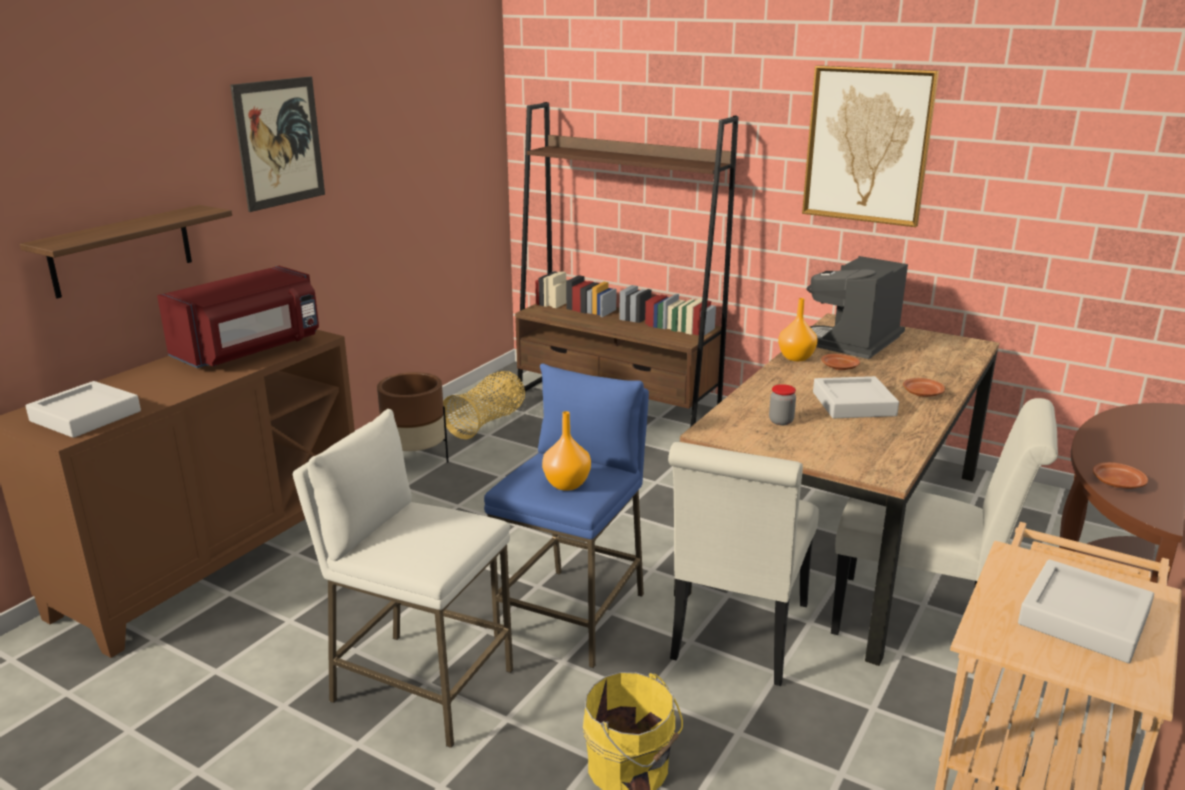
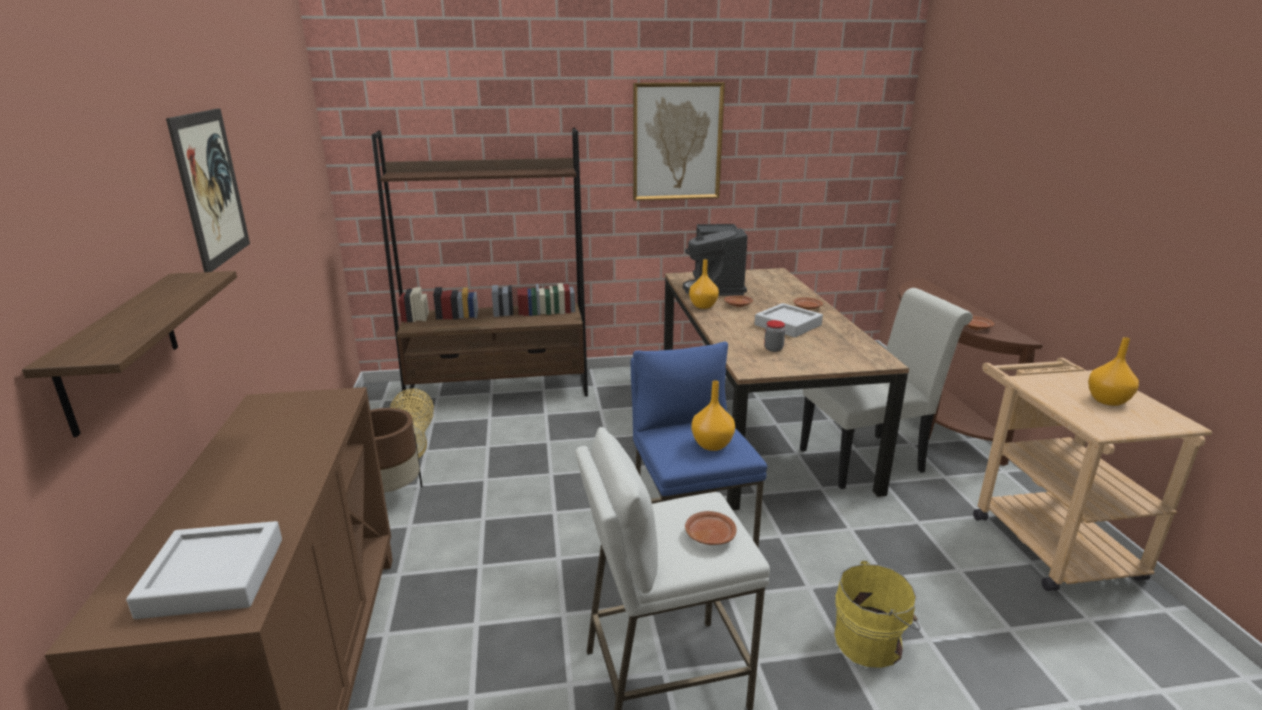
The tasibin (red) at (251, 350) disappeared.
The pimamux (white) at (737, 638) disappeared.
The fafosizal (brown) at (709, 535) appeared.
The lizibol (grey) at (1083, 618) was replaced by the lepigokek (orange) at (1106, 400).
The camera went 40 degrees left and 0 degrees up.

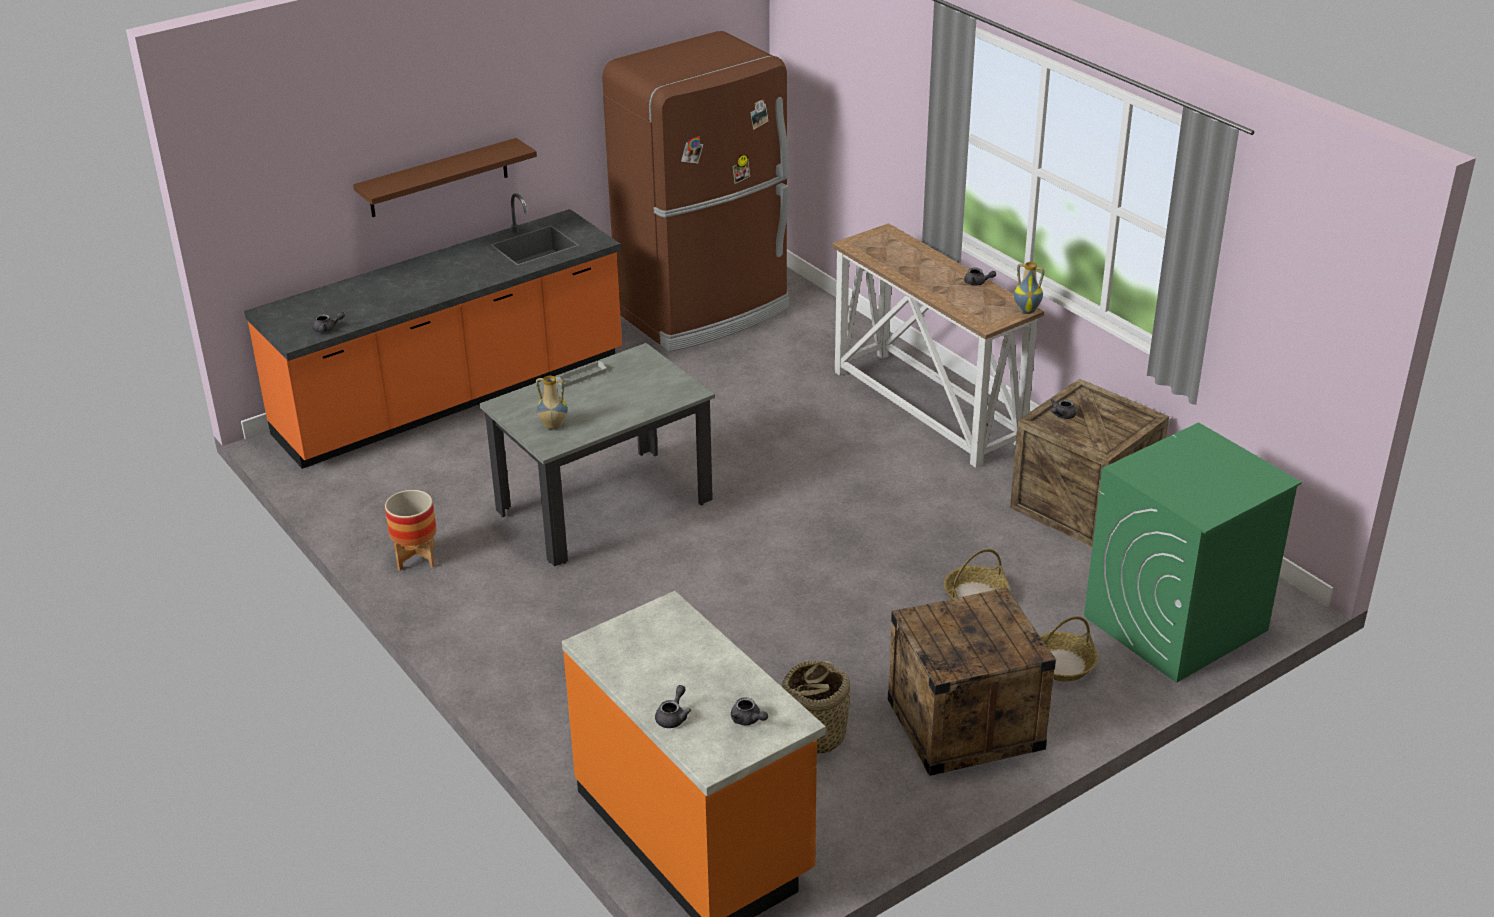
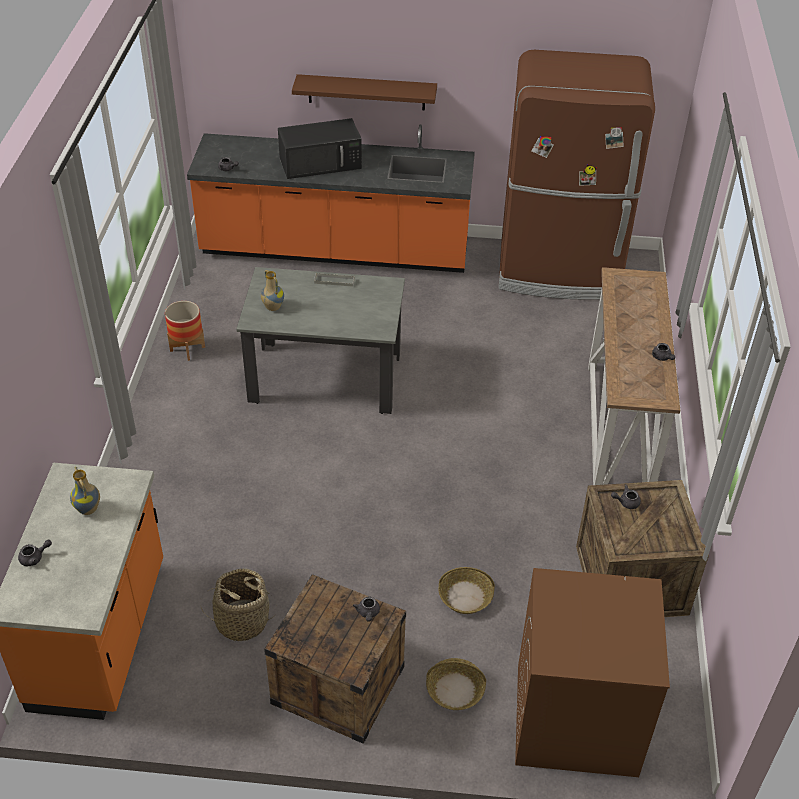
The tasibin (black) at (321, 162) appeared.
The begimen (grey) moved from (748, 720) to (368, 613).
The lepigokek moved from (1027, 310) to (89, 509).
The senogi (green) at (1175, 624) became the senogi (brown) at (575, 719).
The camera went 40 degrees right and 10 degrees up.

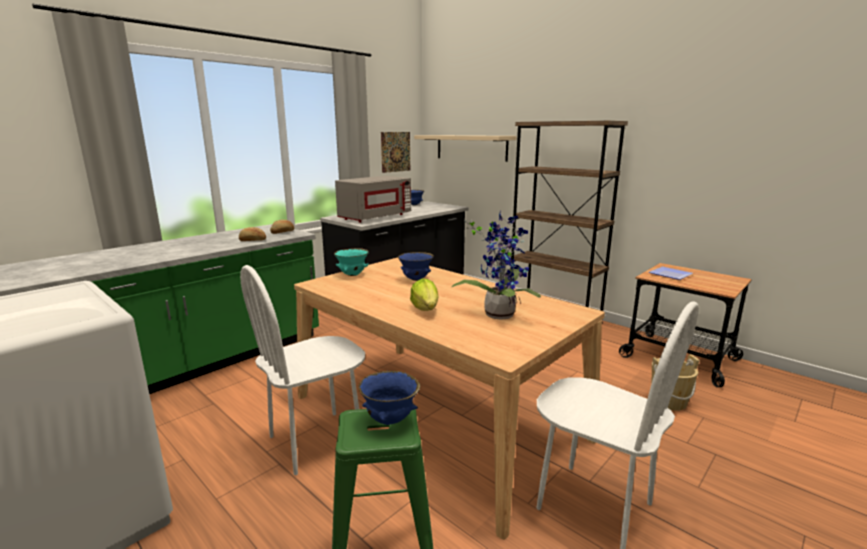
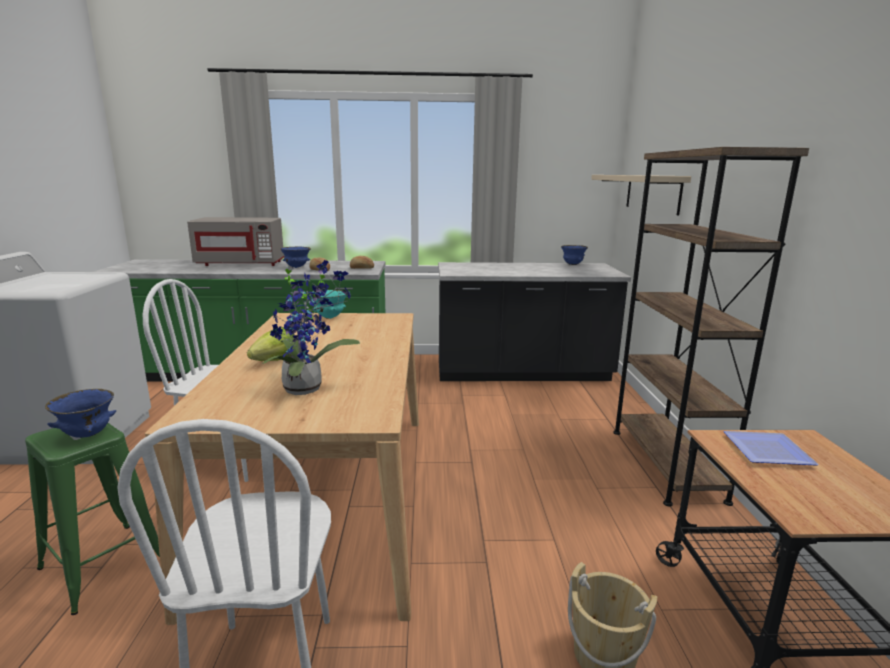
The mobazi at (395, 152) disappeared.
The tasibin (grey) moved from (375, 217) to (241, 264).
The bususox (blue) moved from (416, 279) to (296, 267).
The camera went 45 degrees right and 0 degrees up.

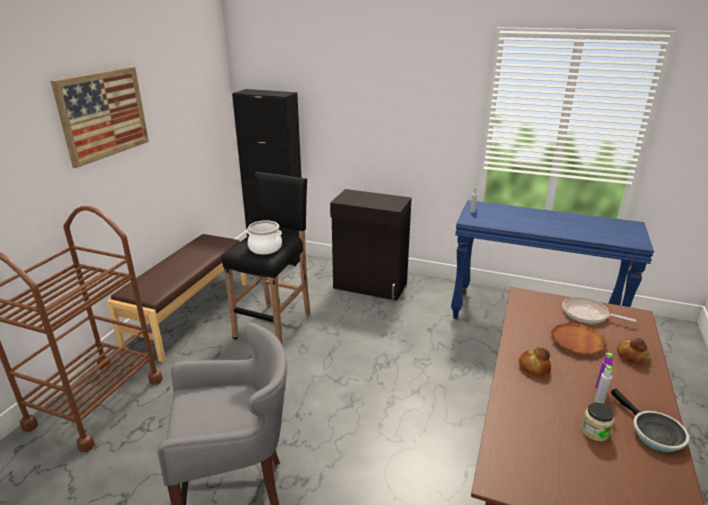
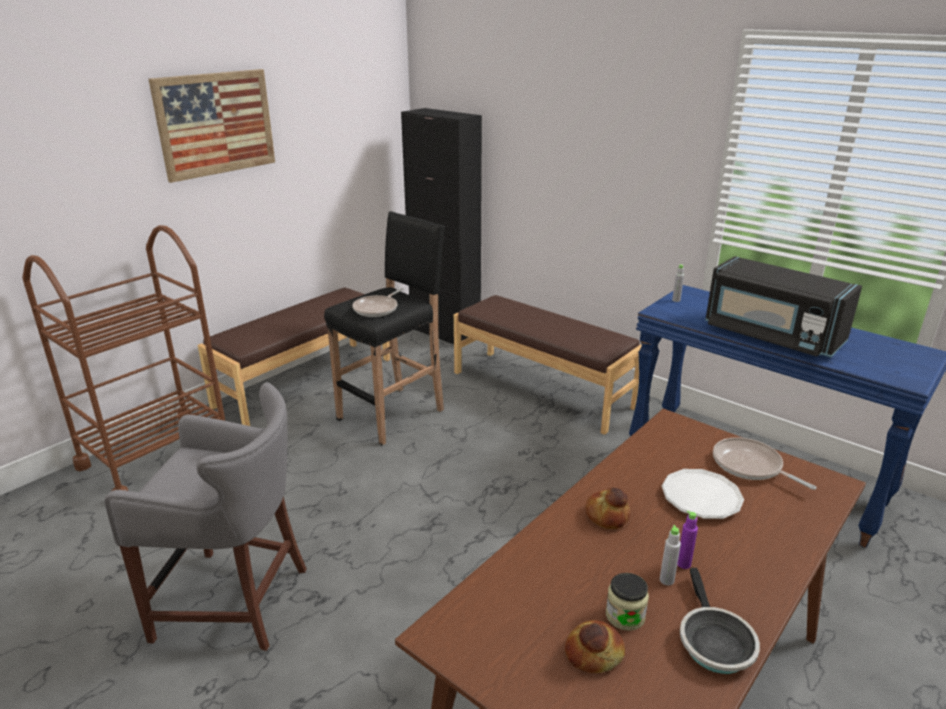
The tasibin (black) at (771, 336) appeared.
The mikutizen moved from (632, 356) to (594, 654).
The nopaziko at (265, 248) was replaced by the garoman at (377, 309).
The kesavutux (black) at (370, 286) was replaced by the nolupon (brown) at (542, 389).
The fafosizal (brown) at (577, 342) became the fafosizal (white) at (701, 498).
The camera went 20 degrees right and 0 degrees up.

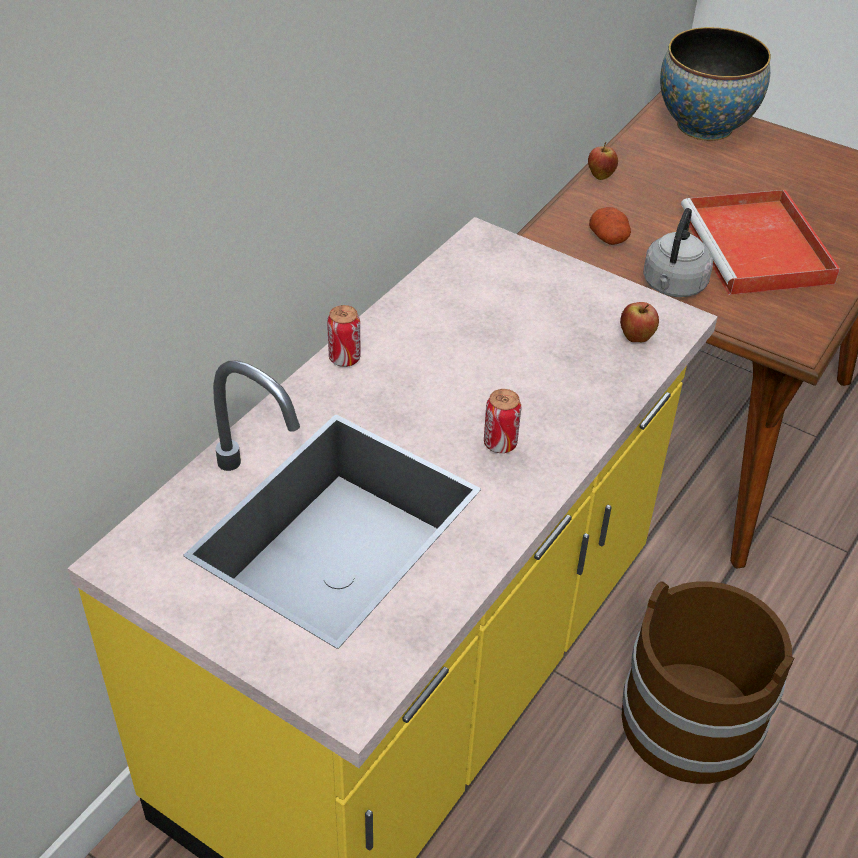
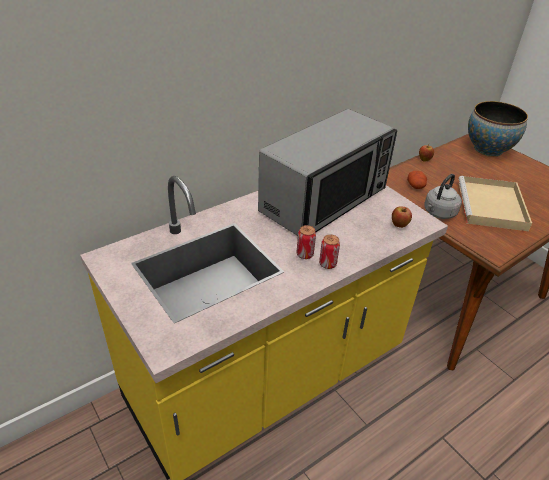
The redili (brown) at (691, 721) disappeared.
The tasibin at (324, 200) appeared.
The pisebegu moved from (344, 358) to (327, 264).
The lizibol (red) at (758, 250) became the lizibol (beige) at (492, 207).
The camera went 20 degrees right and 5 degrees down.

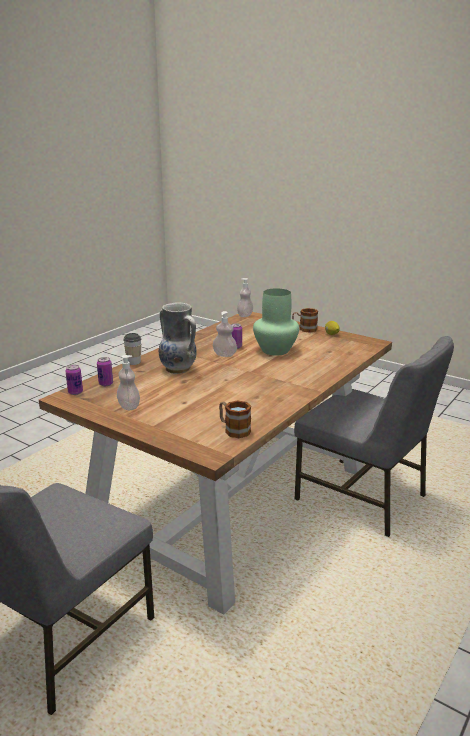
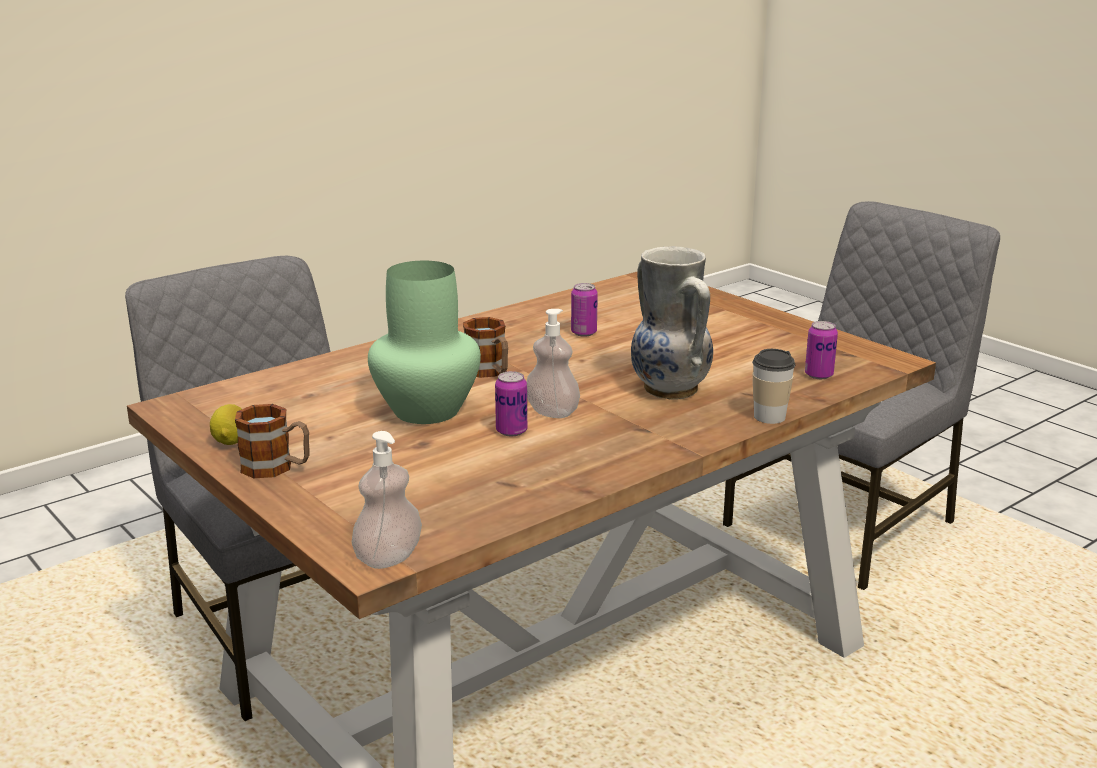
The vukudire at (129, 406) disappeared.
The pisebegu moved from (75, 392) to (583, 333).
The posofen moved from (233, 430) to (490, 372).
The camera went 165 degrees left and 0 degrees up.

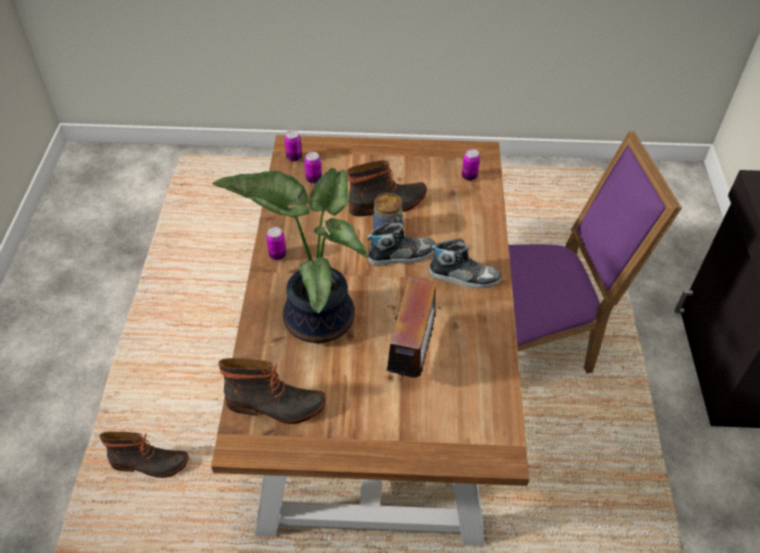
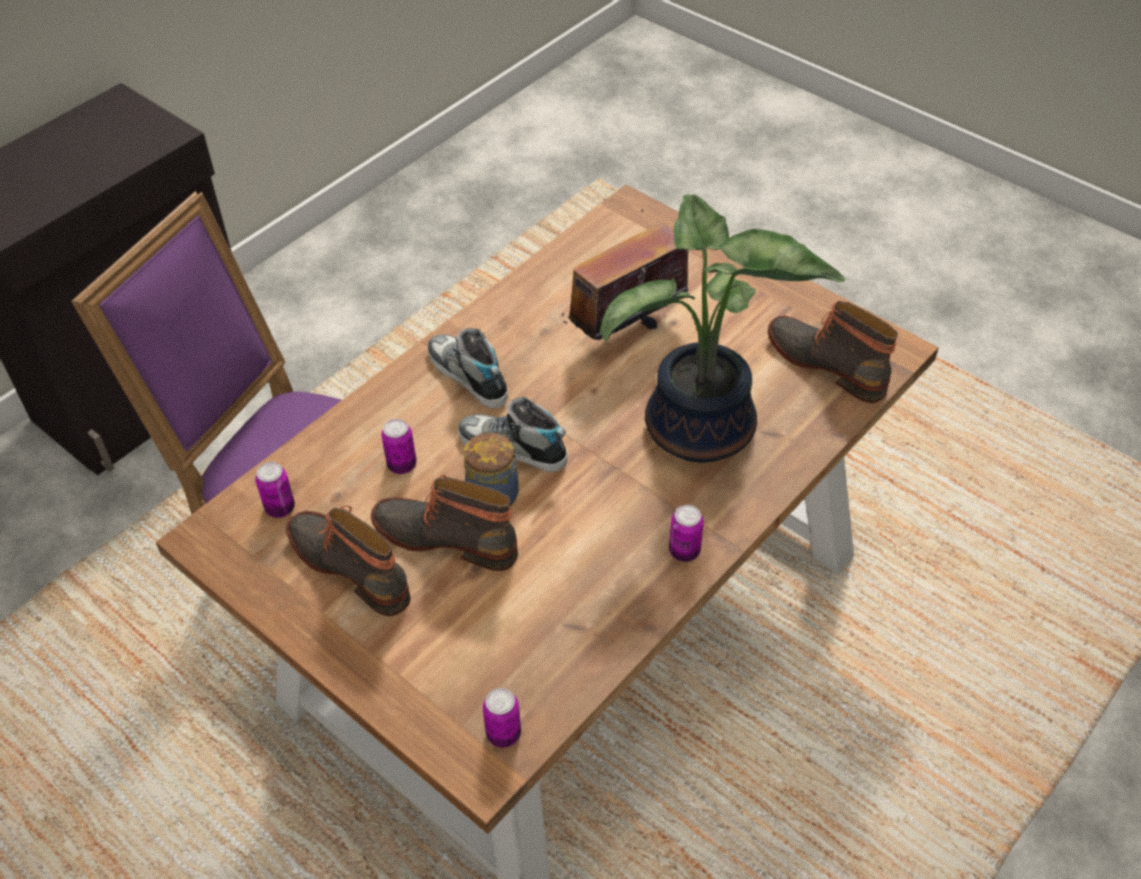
The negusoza moved from (150, 464) to (352, 566).
The pisebegu moved from (313, 179) to (402, 465).
The camera went 140 degrees left and 0 degrees up.

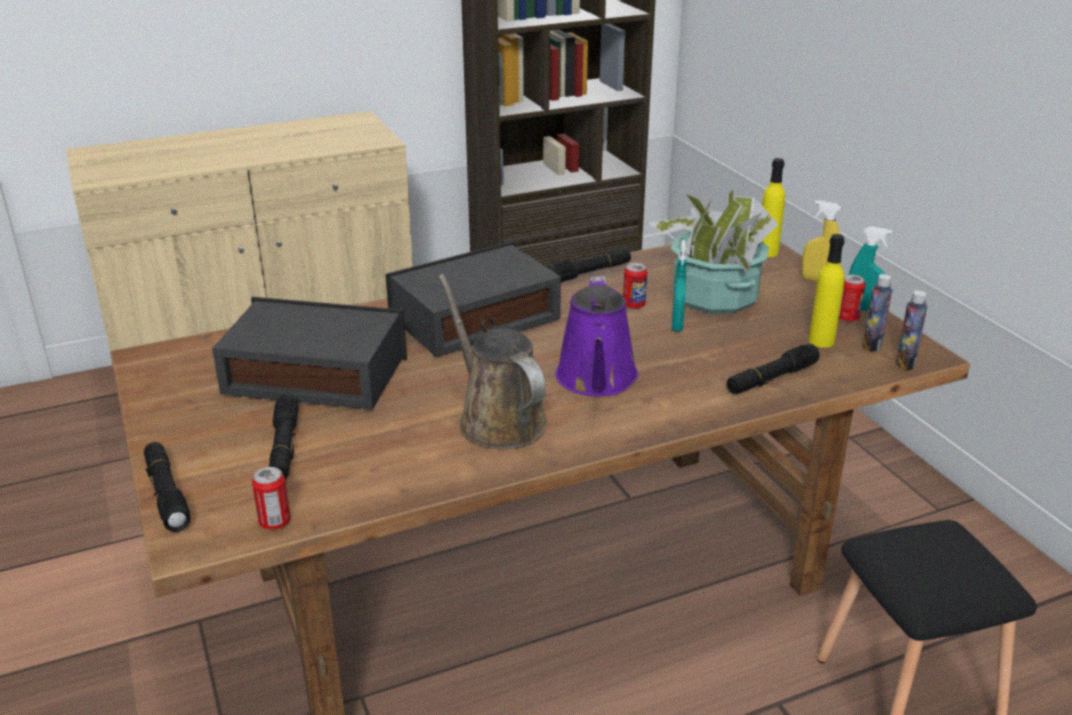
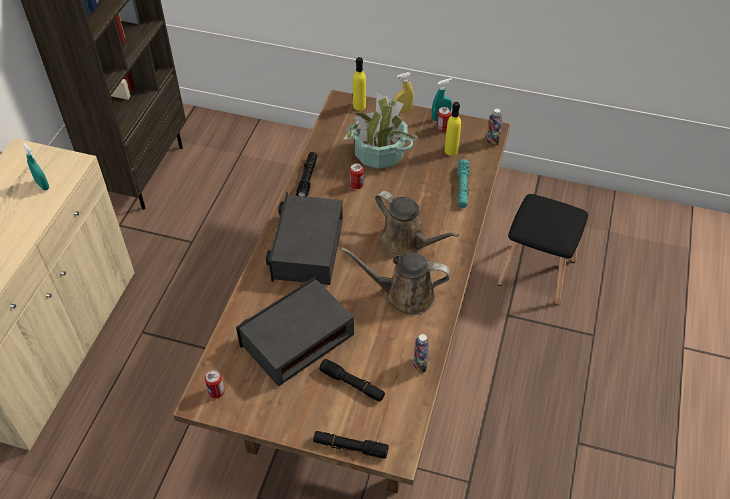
The pisebegu moved from (275, 522) to (216, 392).
The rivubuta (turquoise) moved from (677, 325) to (42, 185).
The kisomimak moved from (872, 345) to (420, 365).
The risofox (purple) at (596, 380) became the risofox (brown) at (407, 242).
The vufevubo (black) at (771, 378) became the vufevubo (turquoise) at (462, 187).
The camera went 50 degrees left and 20 degrees up.

